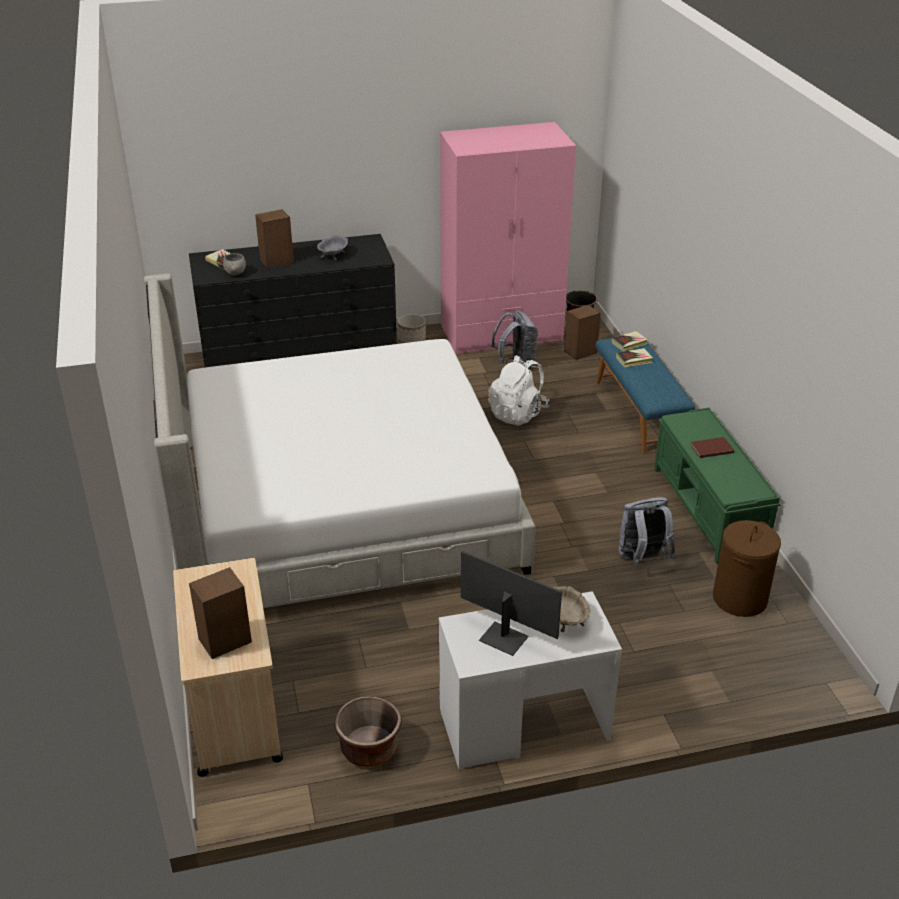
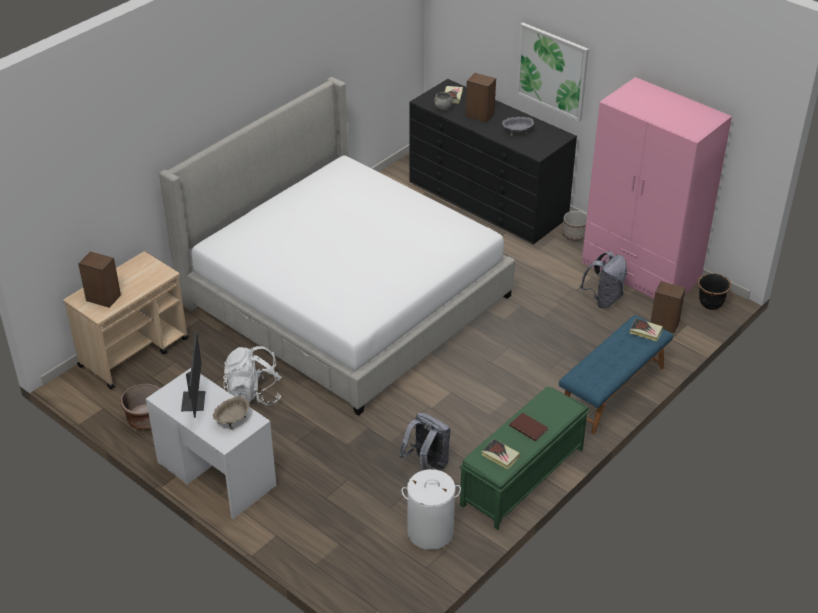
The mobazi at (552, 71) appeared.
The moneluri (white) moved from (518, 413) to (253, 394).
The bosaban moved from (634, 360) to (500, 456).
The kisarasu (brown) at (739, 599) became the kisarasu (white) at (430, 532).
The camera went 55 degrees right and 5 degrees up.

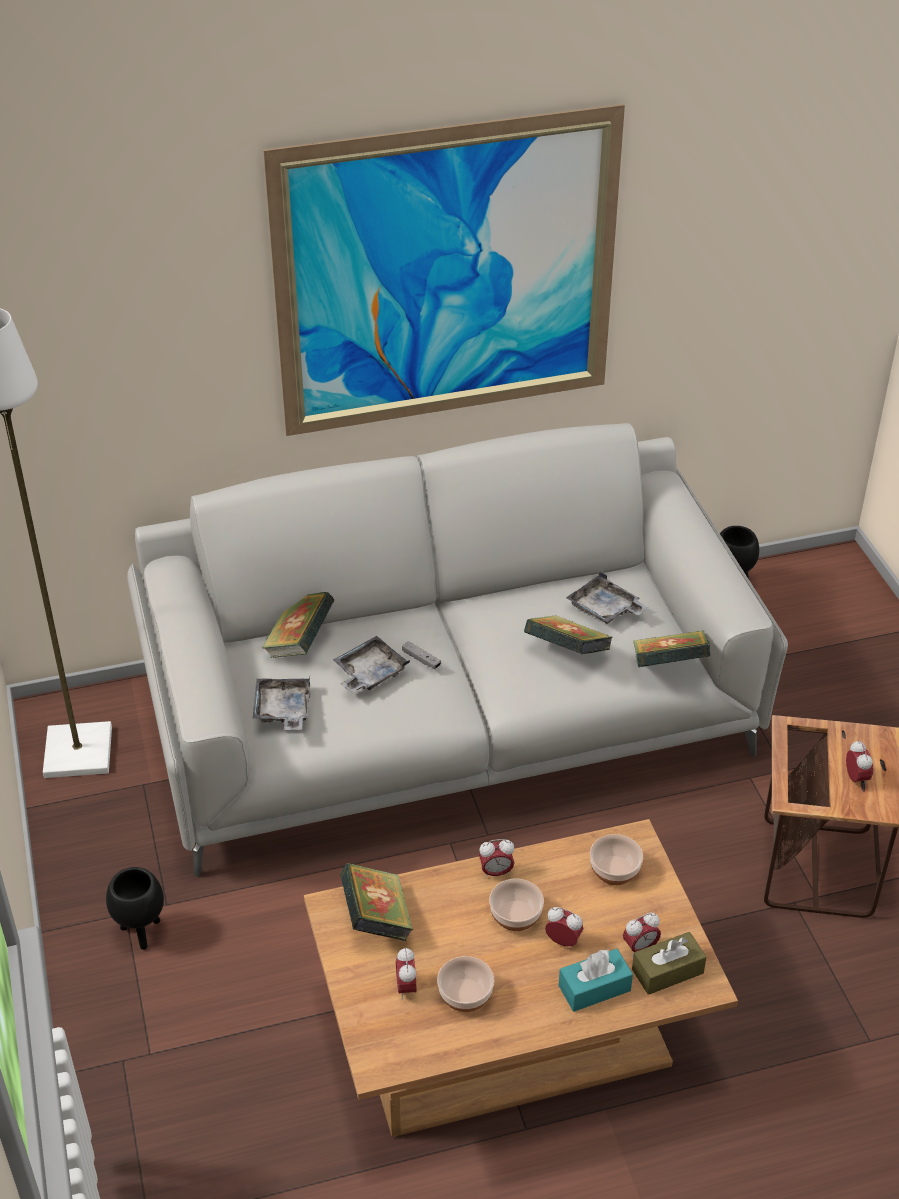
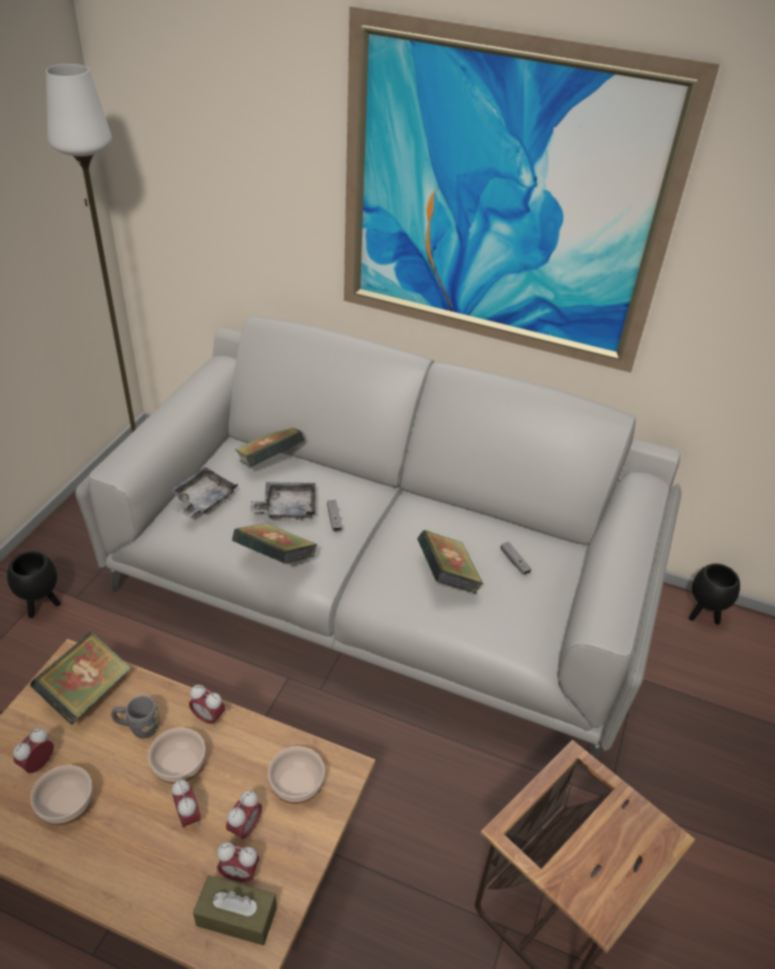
The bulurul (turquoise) at (594, 988) disappeared.
The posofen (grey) at (138, 727) appeared.
The bosaban moved from (669, 666) to (275, 559).
The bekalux moved from (856, 779) to (245, 828).
The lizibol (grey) at (605, 609) was replaced by the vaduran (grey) at (514, 562).
The camera went 35 degrees right and 0 degrees up.

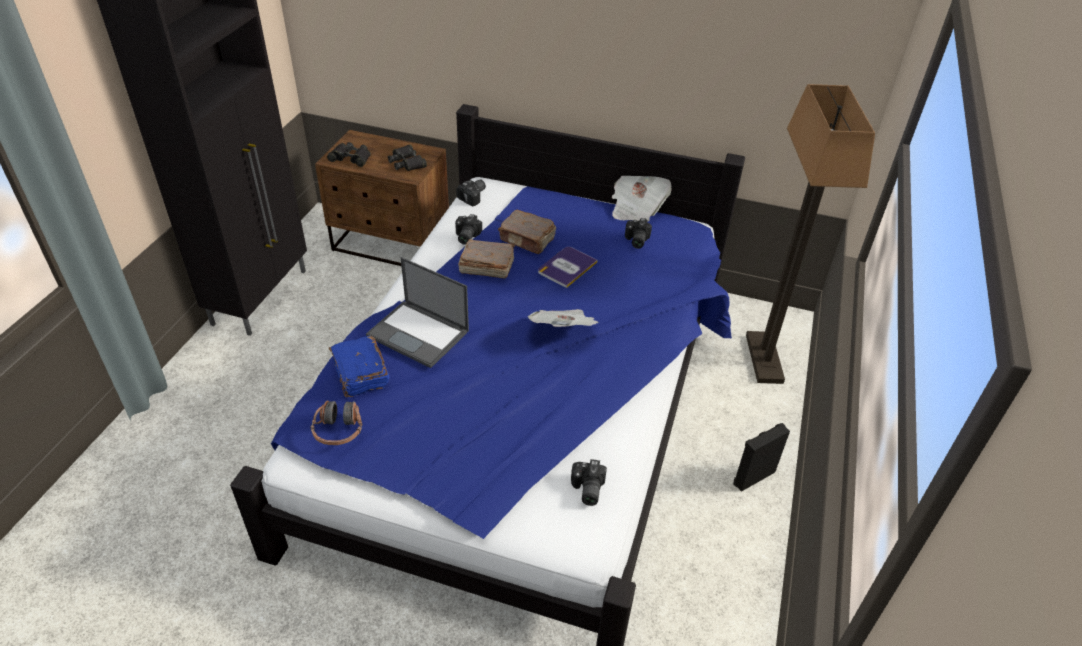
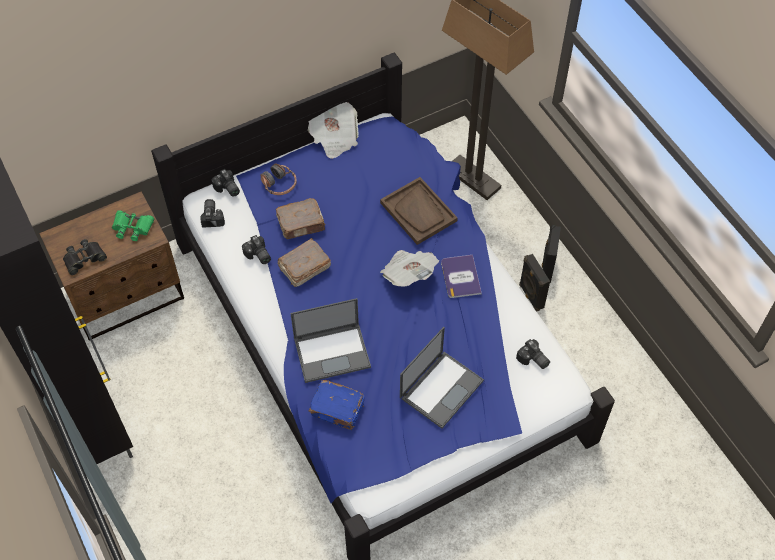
The lizibol (brown) at (418, 212) appeared.
The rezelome at (441, 388) appeared.
The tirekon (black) at (530, 296) appeared.
The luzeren moved from (338, 430) to (279, 184).
The bosaban moved from (567, 267) to (460, 277).
The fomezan moved from (635, 240) to (227, 189).
The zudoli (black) at (407, 162) became the zudoli (green) at (132, 227).
The camera went 45 degrees left and 15 degrees up.

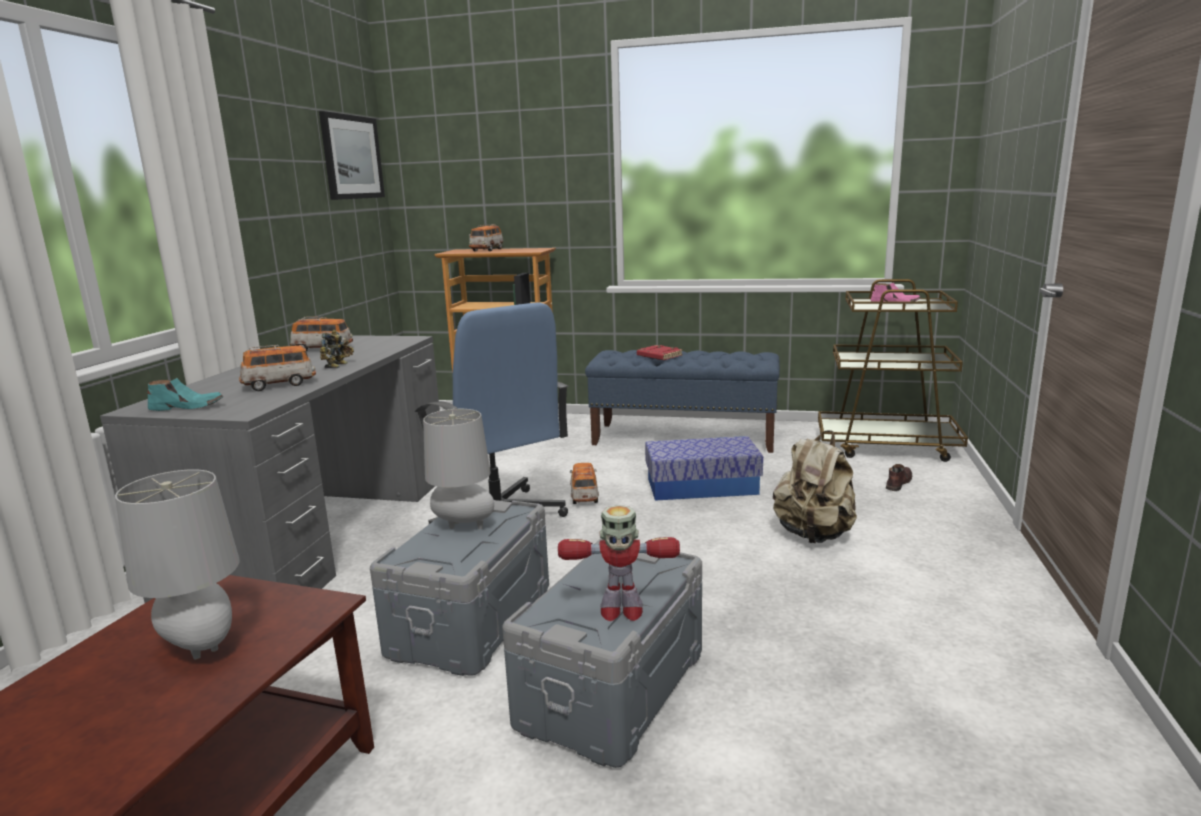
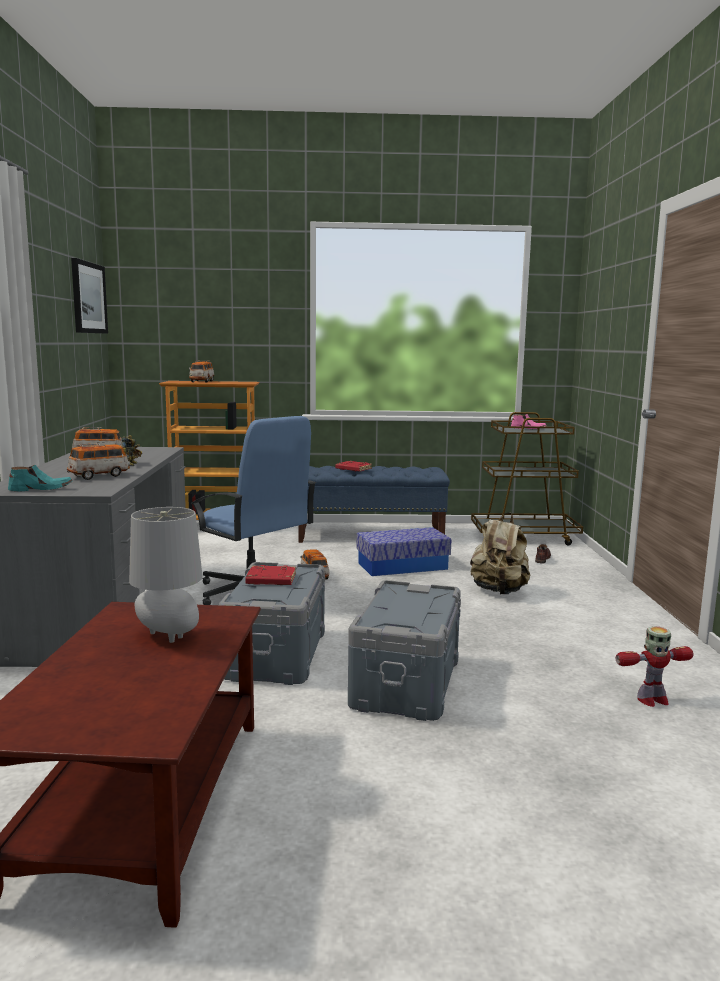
The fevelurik moved from (620, 611) to (651, 700).
The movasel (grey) at (462, 526) was replaced by the bosaban (red) at (270, 580).
The camera went 15 degrees left and 5 degrees down.

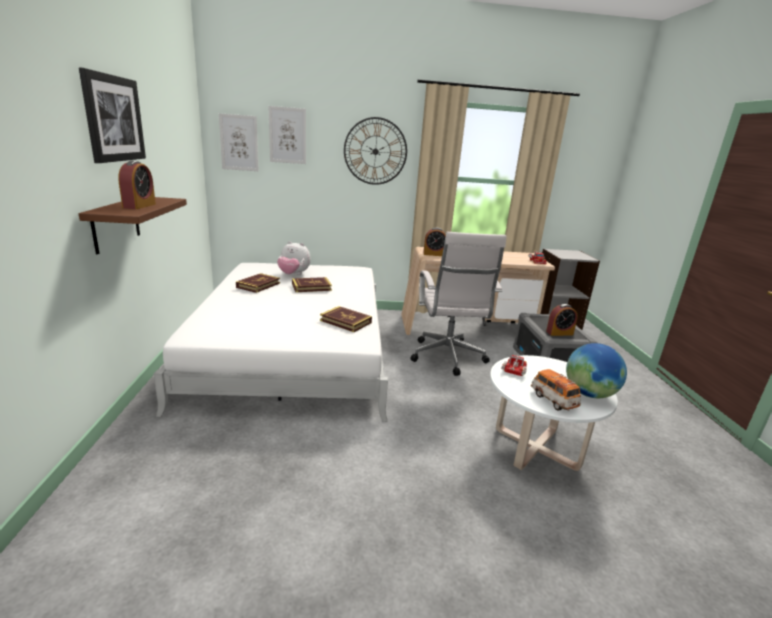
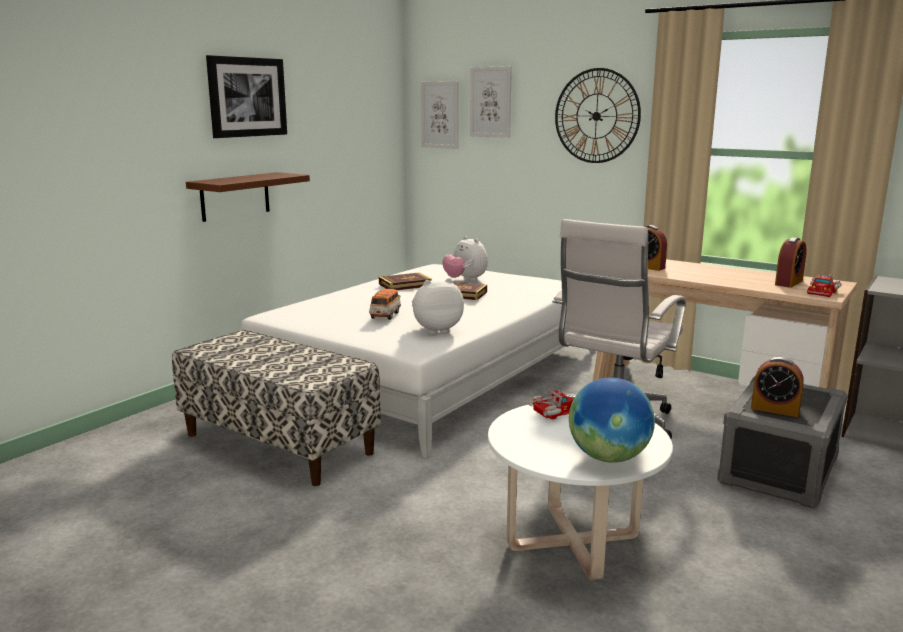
The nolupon at (279, 444) appeared.
The bekalux moved from (139, 206) to (788, 283).
The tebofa moved from (553, 400) to (385, 315).
The bosaban at (345, 321) was replaced by the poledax at (436, 330).
The camera went 40 degrees right and 5 degrees down.

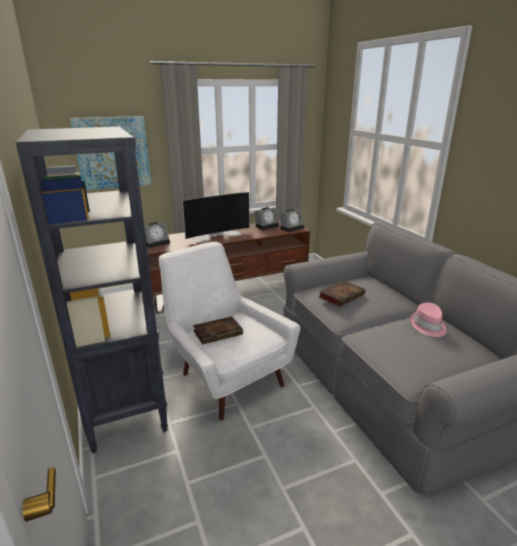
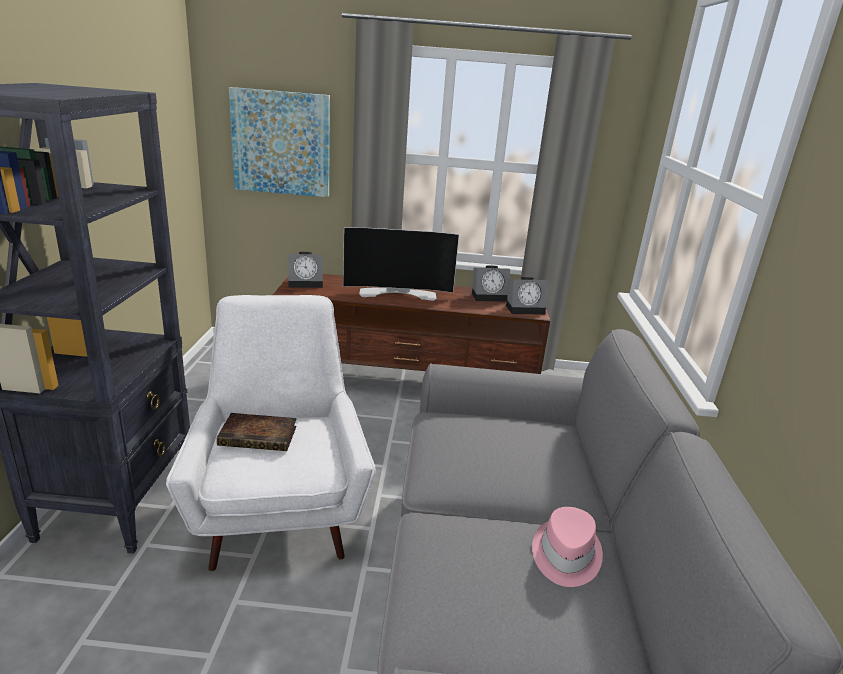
The bosaban at (342, 295) disappeared.
The camera went 25 degrees right and 0 degrees up.

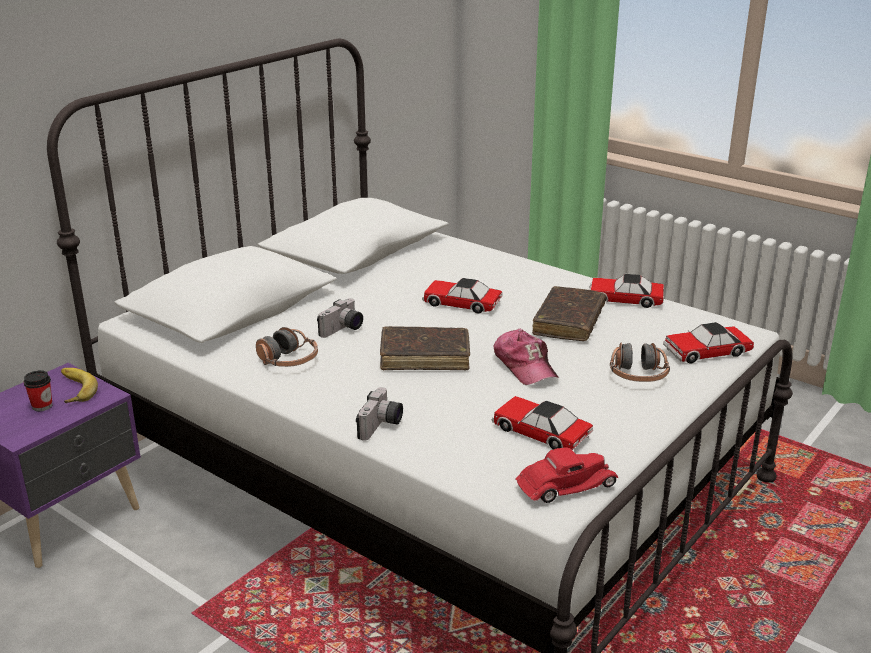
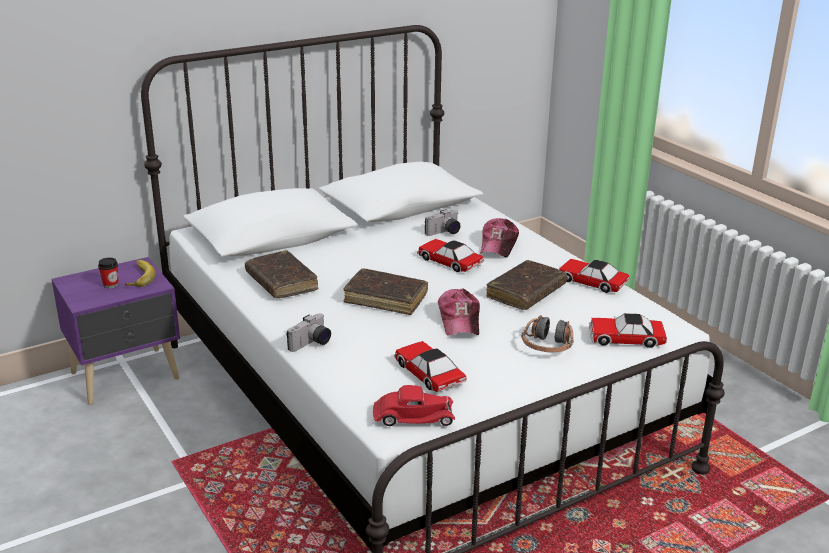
The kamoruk at (498, 245) appeared.
The fomezan moved from (343, 330) to (444, 233).
The luzeren at (288, 361) was replaced by the bosaban (brown) at (281, 282).
The camera went 20 degrees right and 0 degrees up.

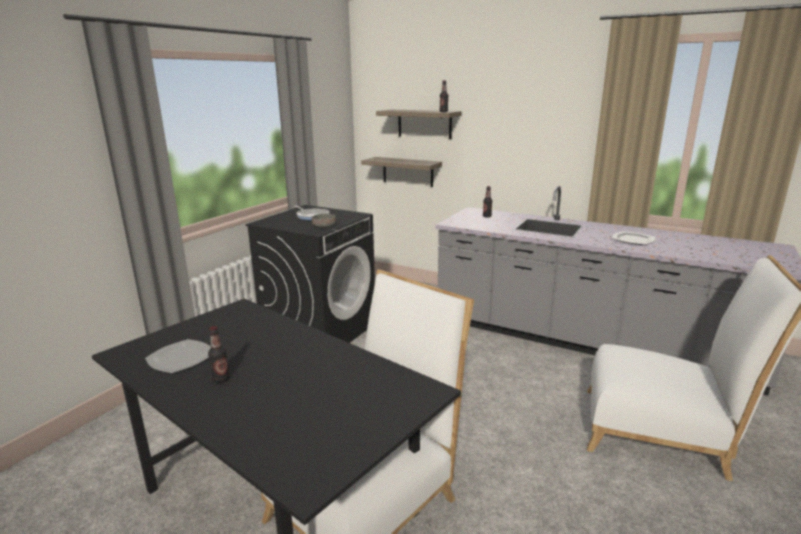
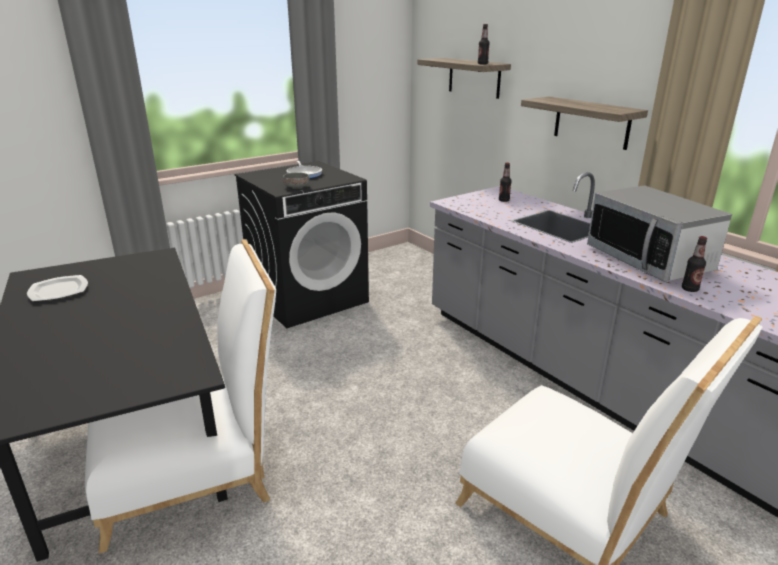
The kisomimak moved from (221, 379) to (690, 289).
The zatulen moved from (407, 171) to (591, 122).
The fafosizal at (633, 240) was replaced by the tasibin at (648, 260).
The camera went 25 degrees right and 5 degrees up.

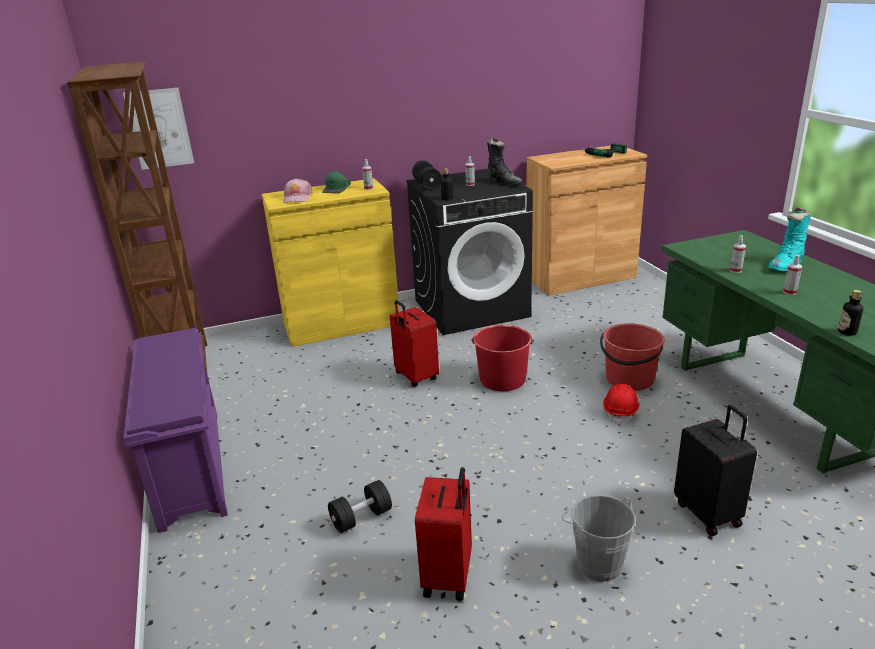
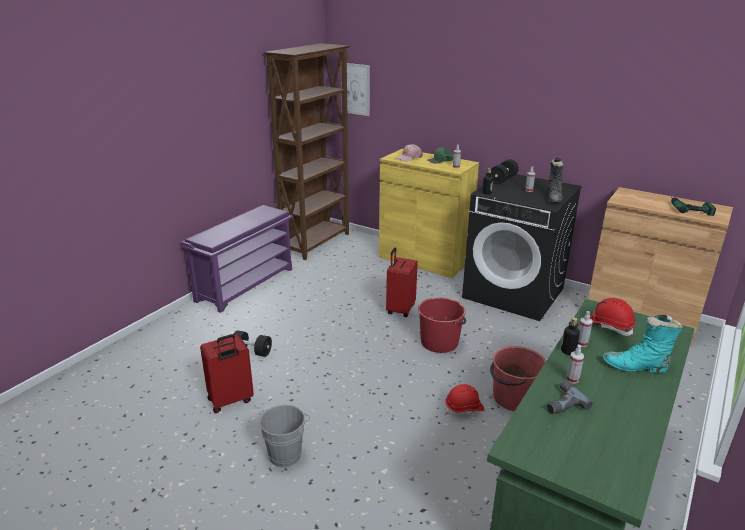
The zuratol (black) at (708, 513) disappeared.
The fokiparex at (561, 402) appeared.
The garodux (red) at (609, 326) appeared.
The kisomimak moved from (847, 332) to (568, 351).
The camera went 50 degrees right and 0 degrees up.

